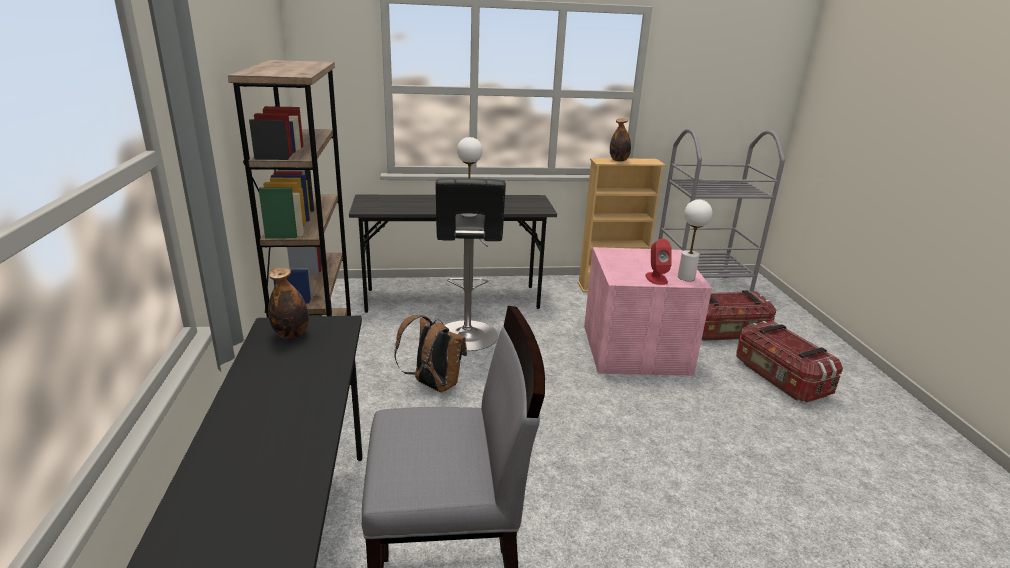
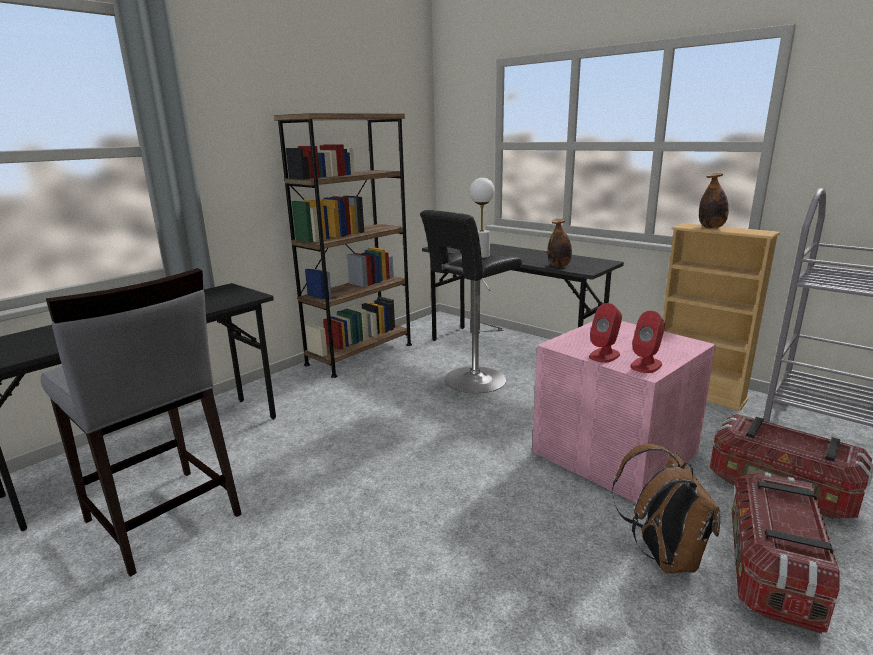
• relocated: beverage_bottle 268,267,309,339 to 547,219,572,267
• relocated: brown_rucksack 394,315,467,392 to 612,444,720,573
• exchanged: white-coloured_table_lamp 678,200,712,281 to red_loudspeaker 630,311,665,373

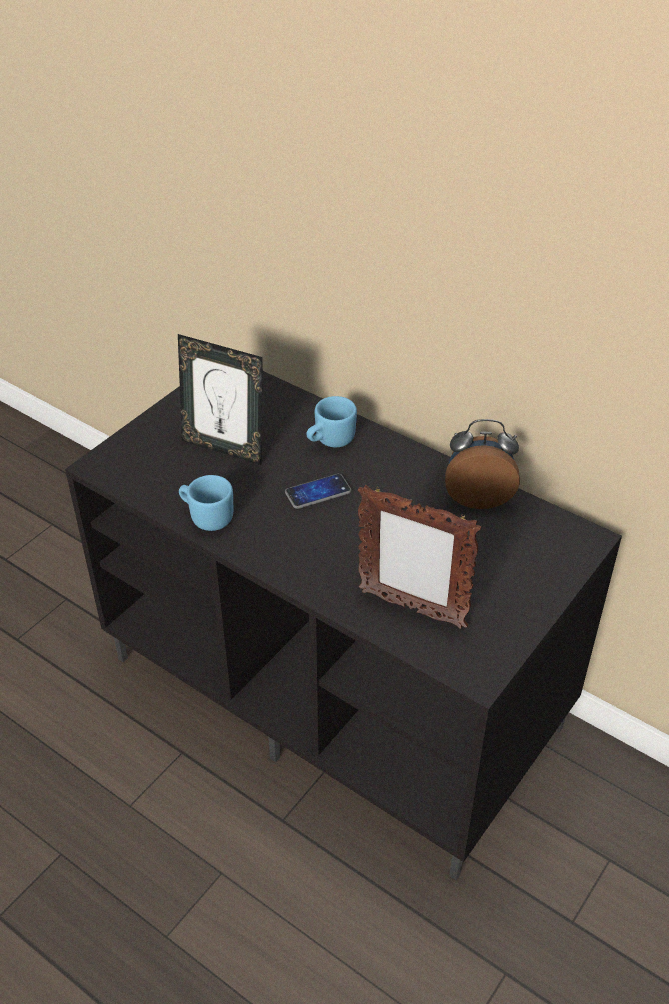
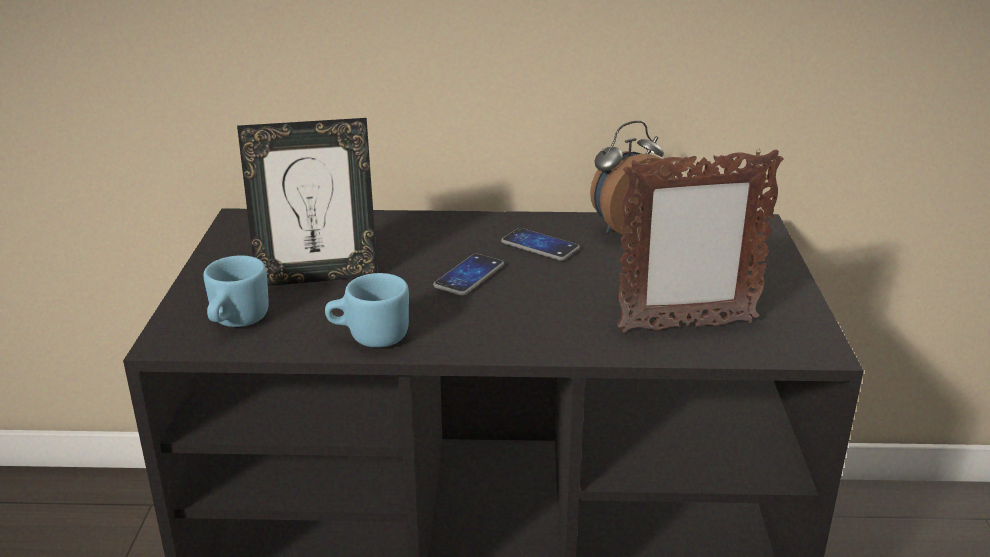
• relocated: blue_coffee_mug 306,396,357,447 to 204,255,269,327
• appeared: phone 501,228,580,261

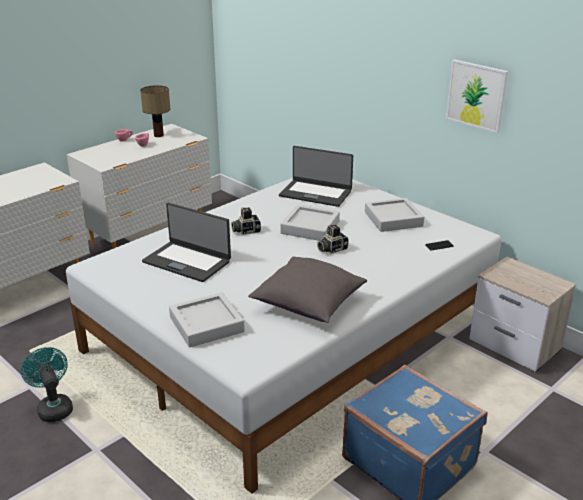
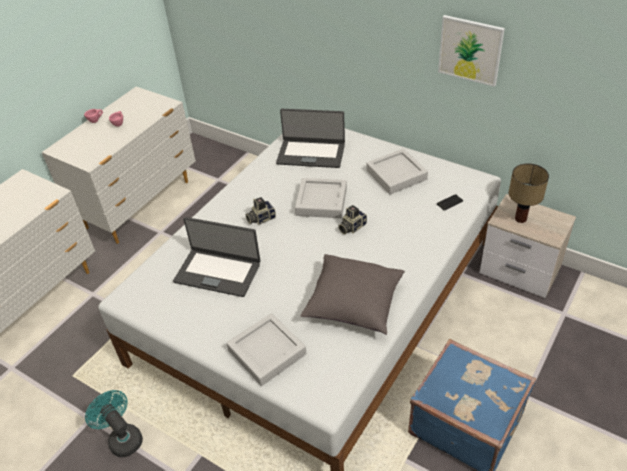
• relocated: table_lamp 140,85,170,137 to 509,163,549,223

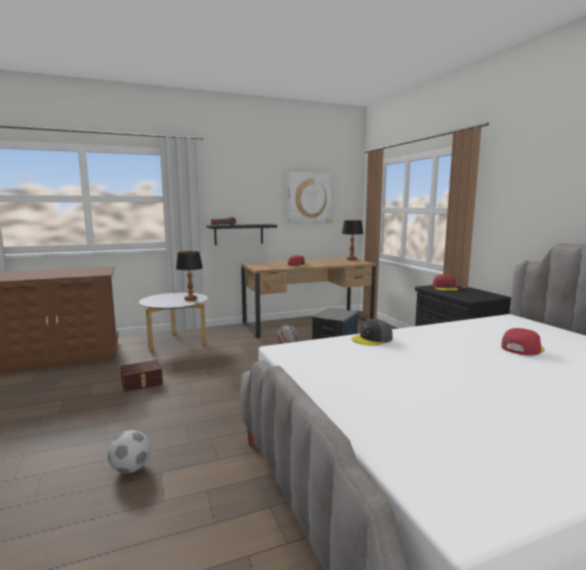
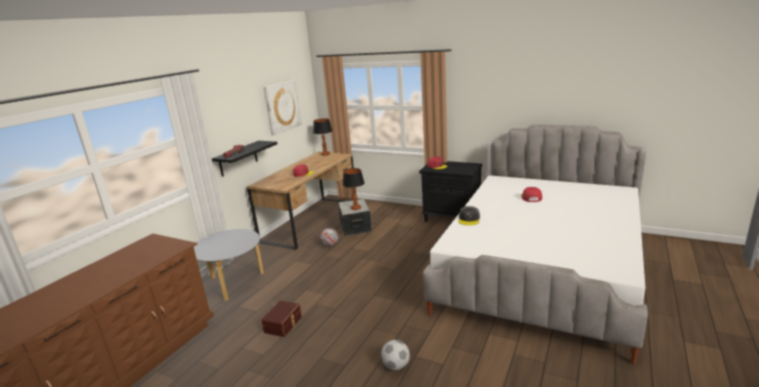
• relocated: table_lamp 176,251,203,301 to 343,168,364,210

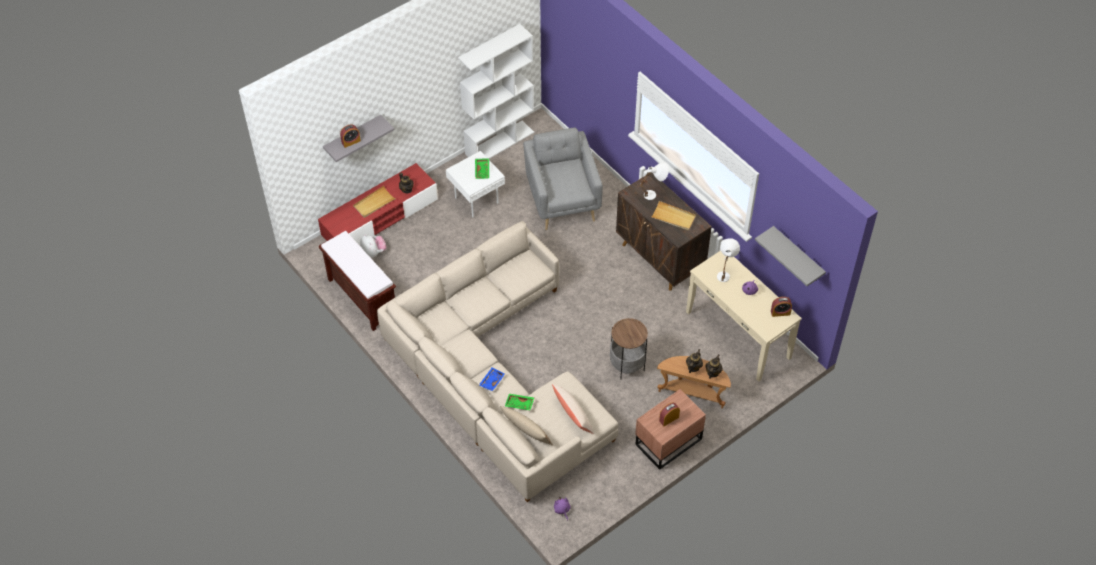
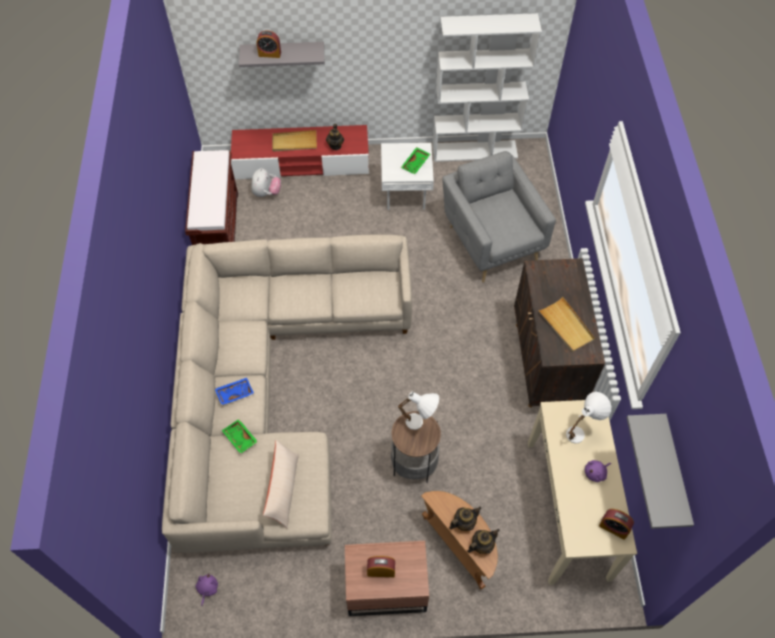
• relocated: white-coloured_table_lamp 640,162,669,200 to 398,391,439,430
• spun: grey_lounge_chair 523,128,603,230 = 442,151,556,283 45 degrees counterclockwise
• missing: sand-coloured_cushion 500,406,553,445

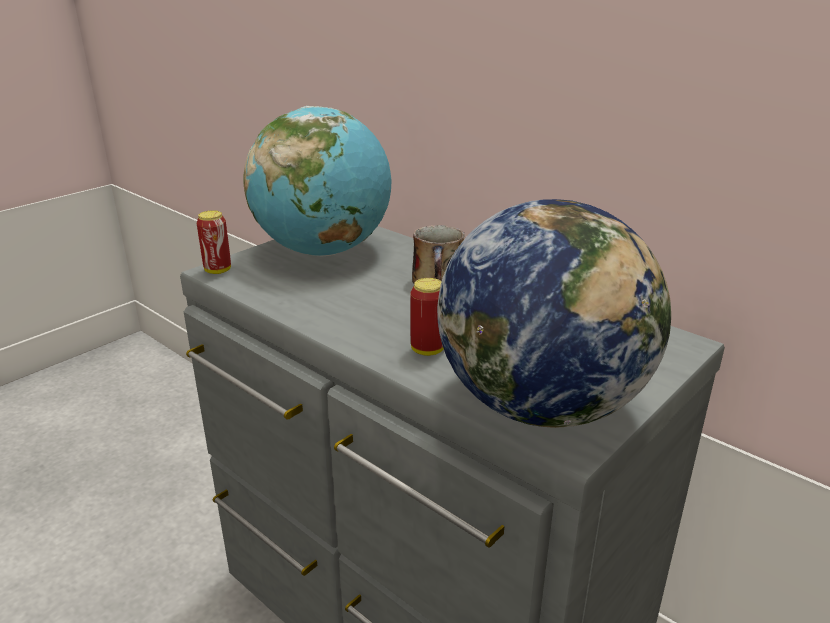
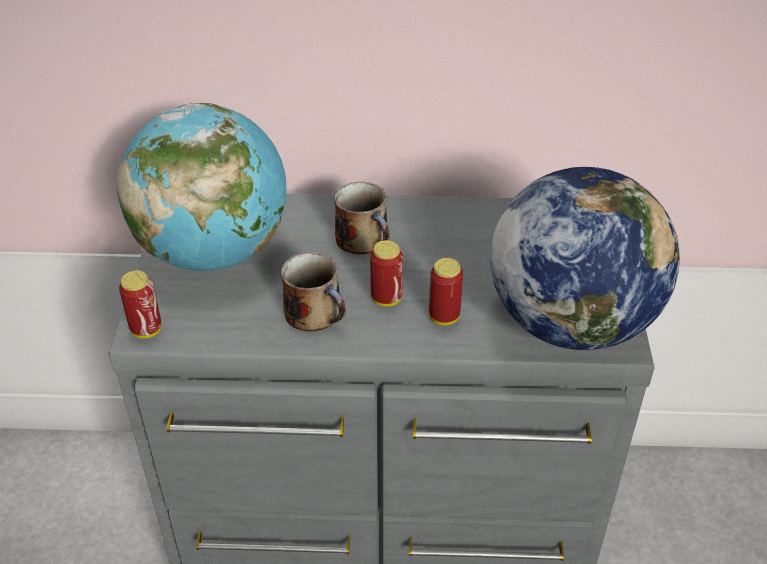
• appeared: coffee_mug 281,252,346,331
• appeared: metal_can 370,240,403,307

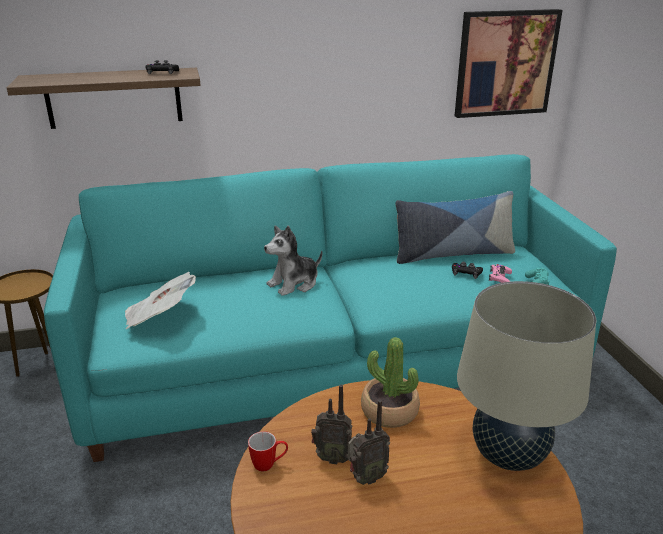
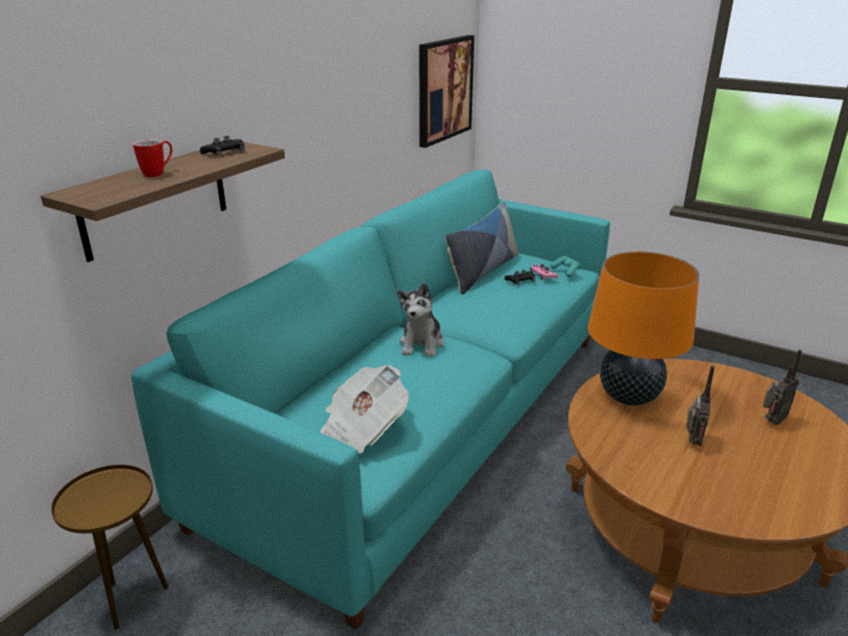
• relocated: coffee_mug 248,431,288,472 to 133,139,172,177
• exchanged: potted_plant 361,337,420,428 to orangey_table_lamp 588,251,699,405
• relocated: radio 311,385,352,464 to 763,349,802,425
• missing: sand-coloured_table_lamp 457,281,596,471

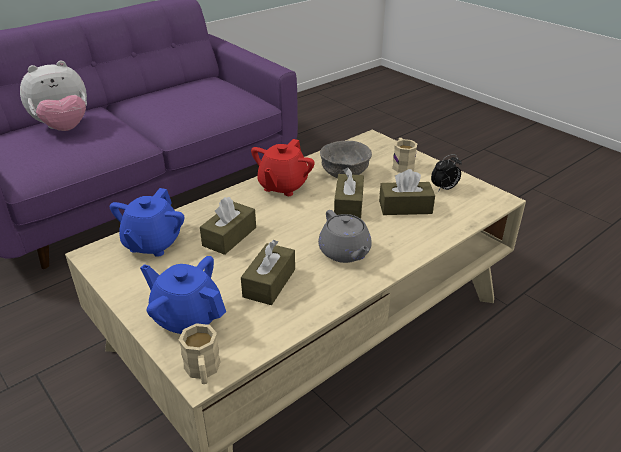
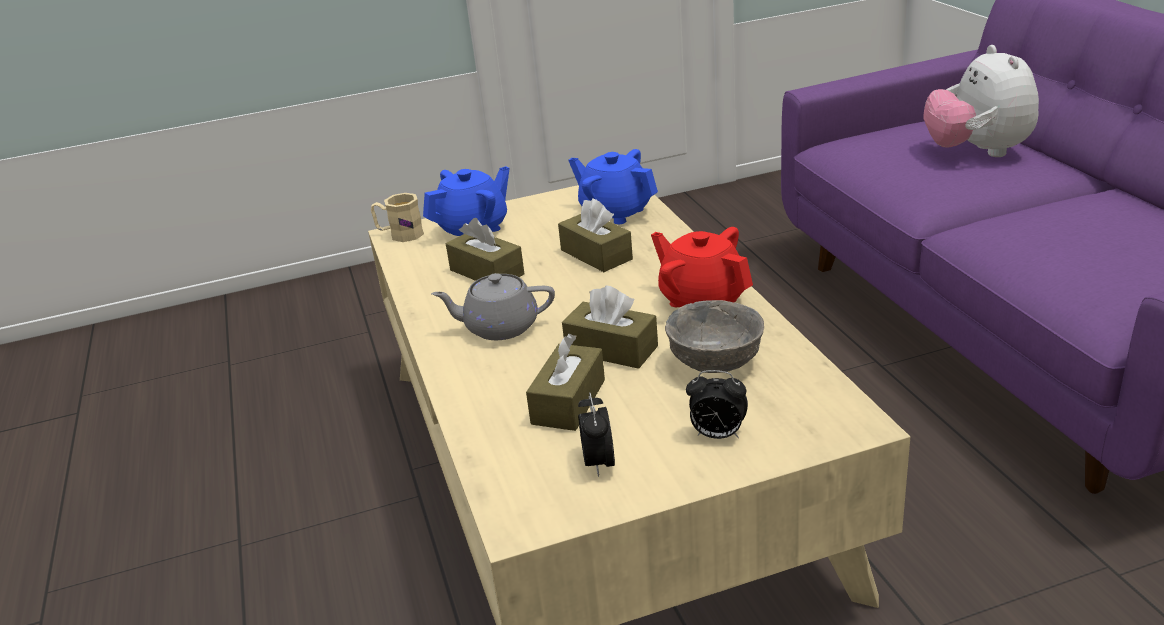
• exchanged: sand-coloured_coffee_mug 392,138,417,173 to alarm_clock 686,370,748,439

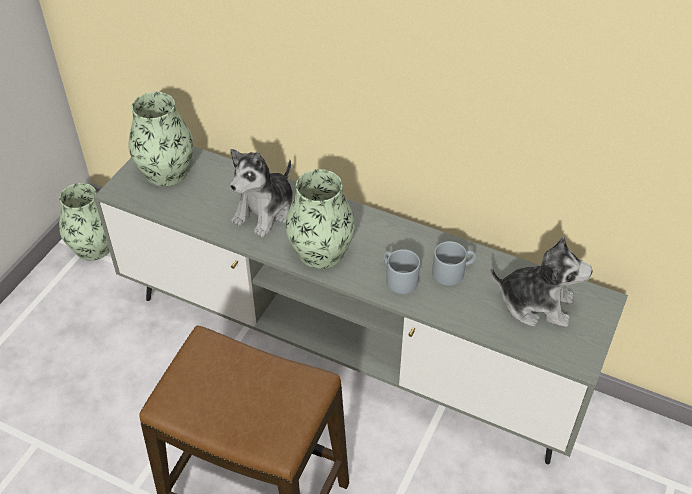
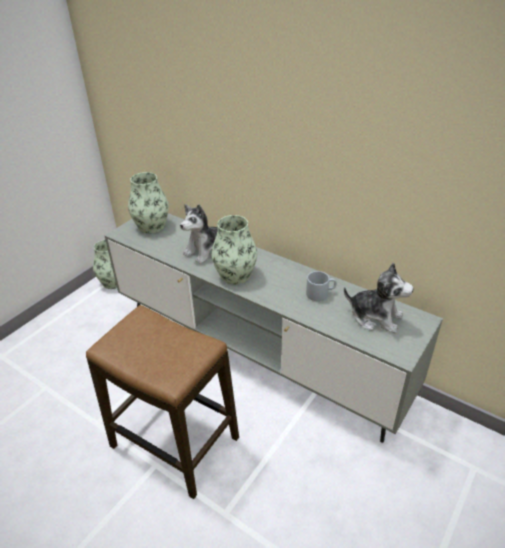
• missing: grey_coffee_mug 383,249,420,294

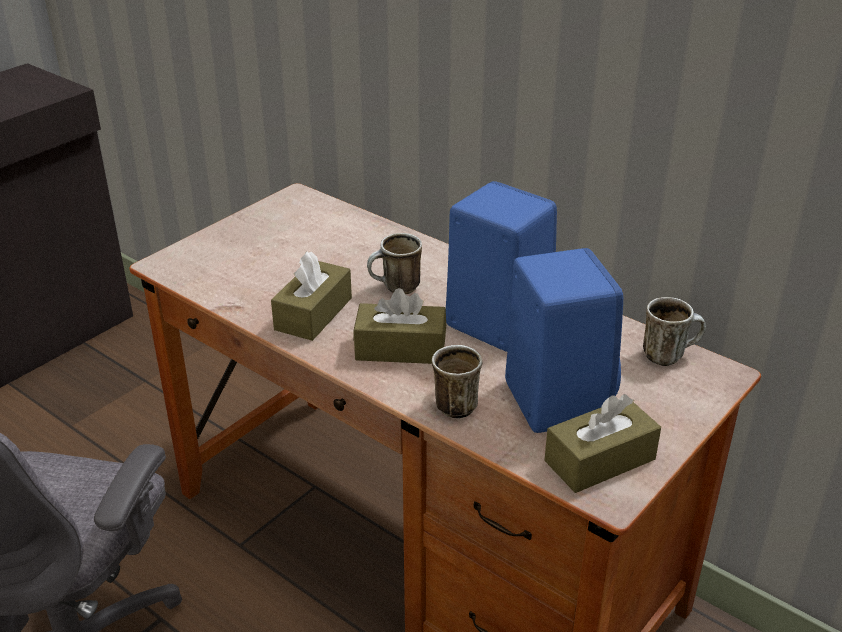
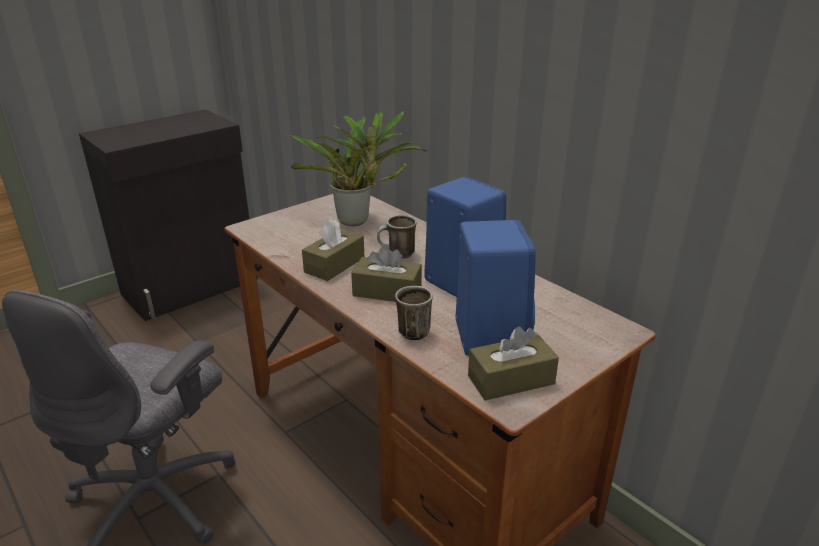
• appeared: potted_plant 287,111,427,226
• missing: coffee_mug 643,297,706,366

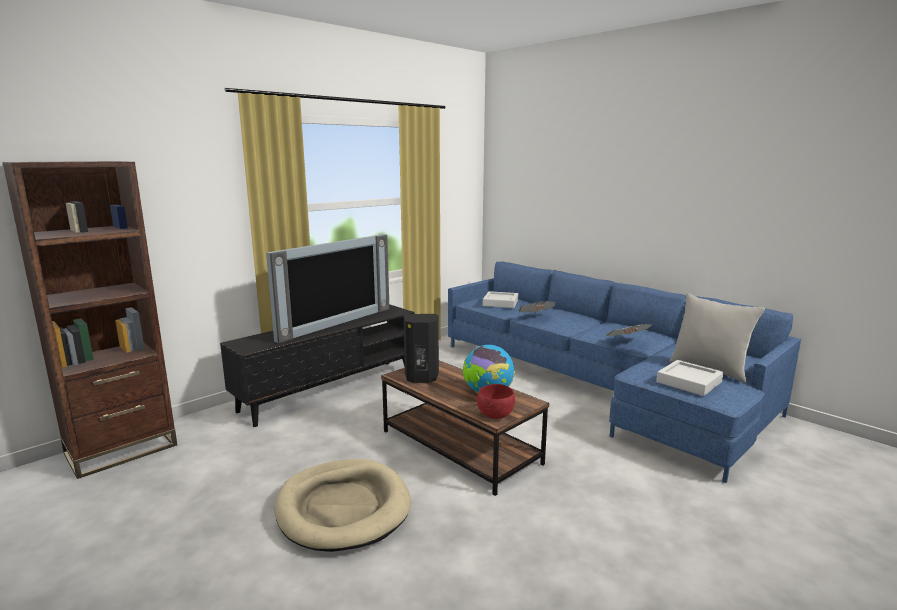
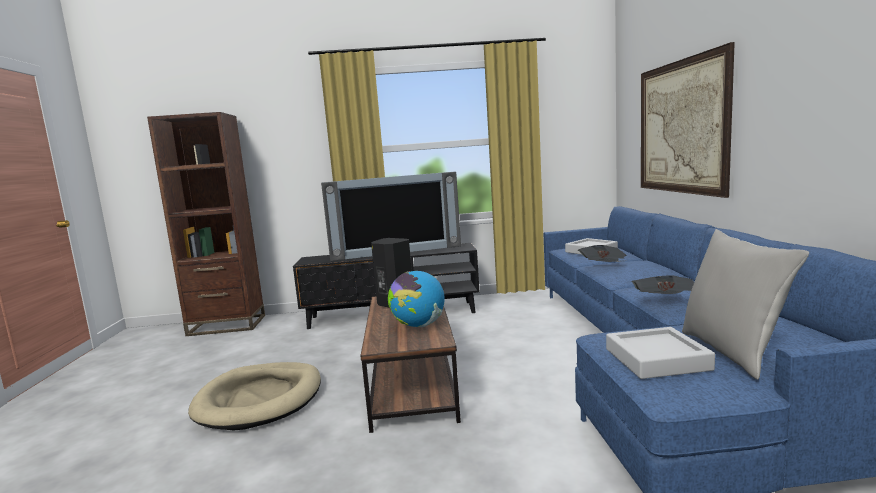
• appeared: wall_art 641,42,735,198
• missing: red_serving_bowl 477,384,515,419

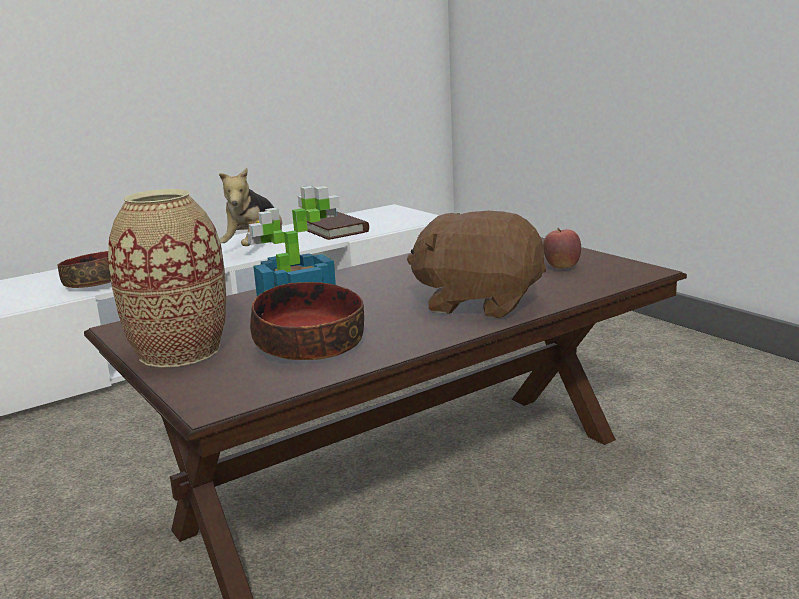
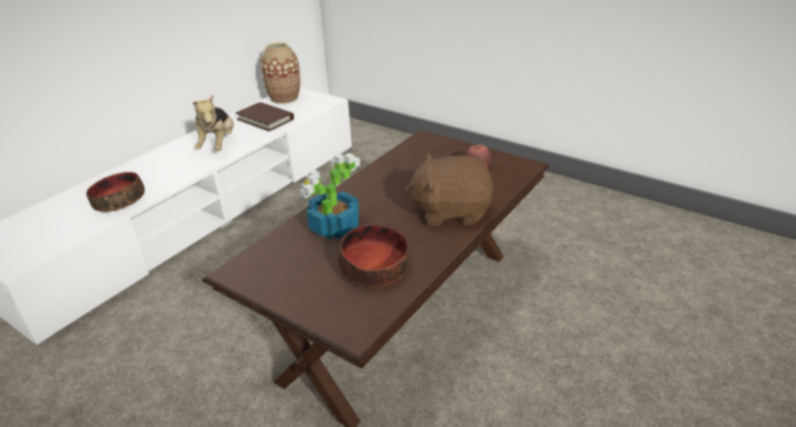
• relocated: vase 108,189,226,368 to 261,42,300,104

